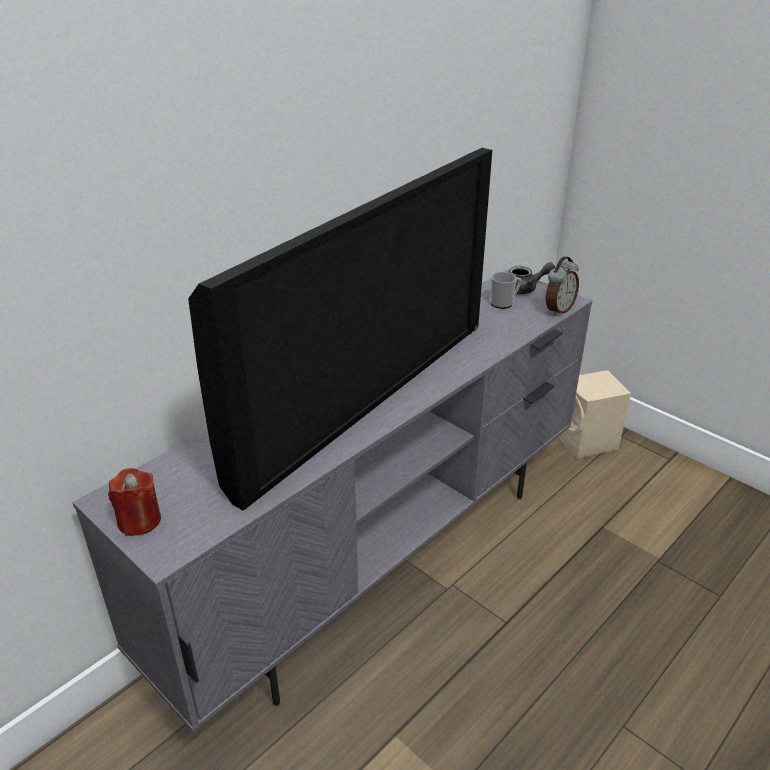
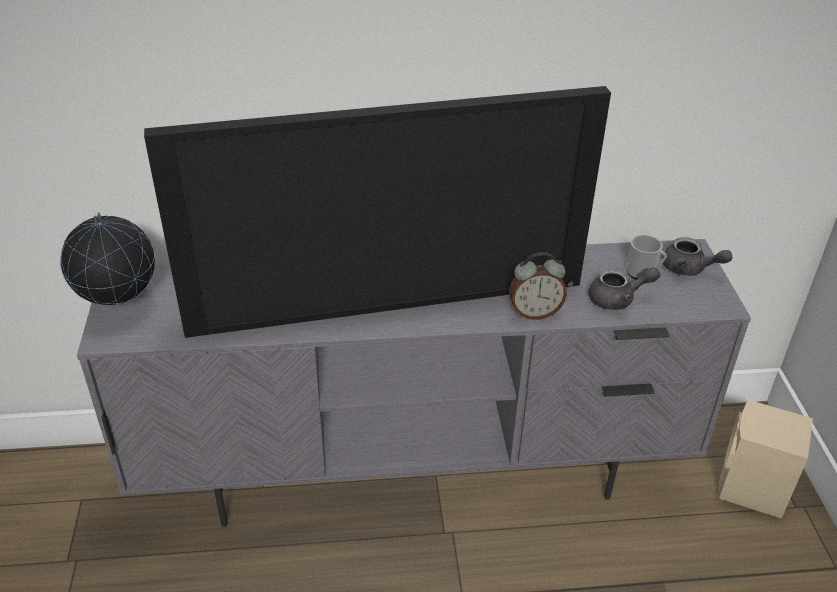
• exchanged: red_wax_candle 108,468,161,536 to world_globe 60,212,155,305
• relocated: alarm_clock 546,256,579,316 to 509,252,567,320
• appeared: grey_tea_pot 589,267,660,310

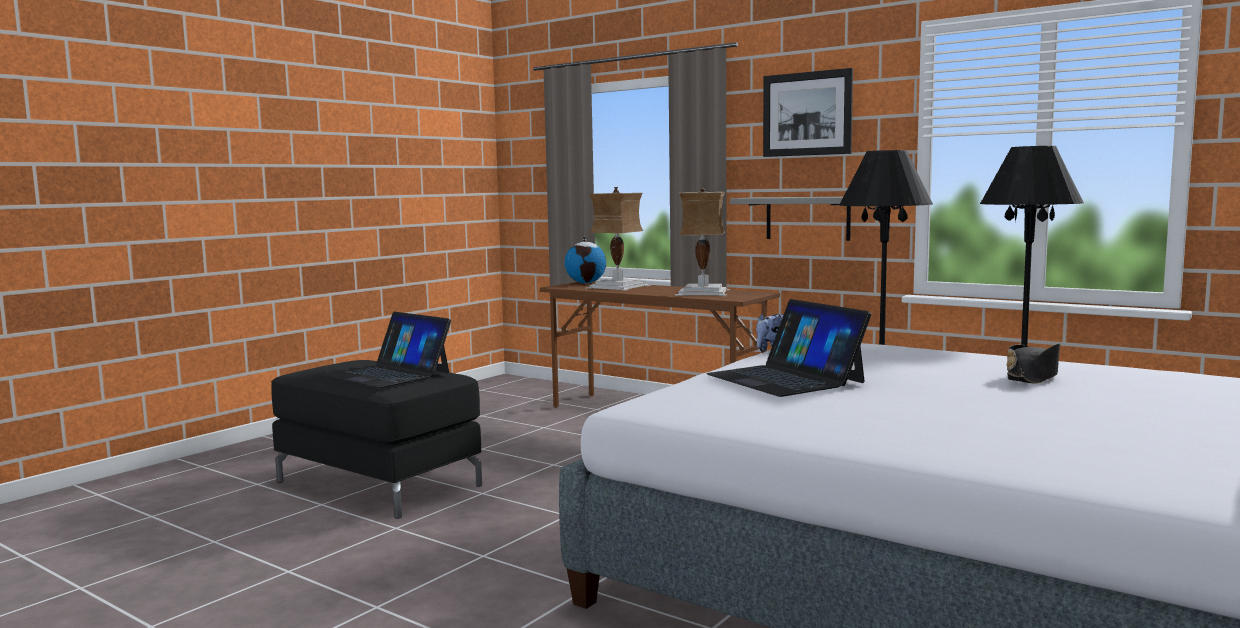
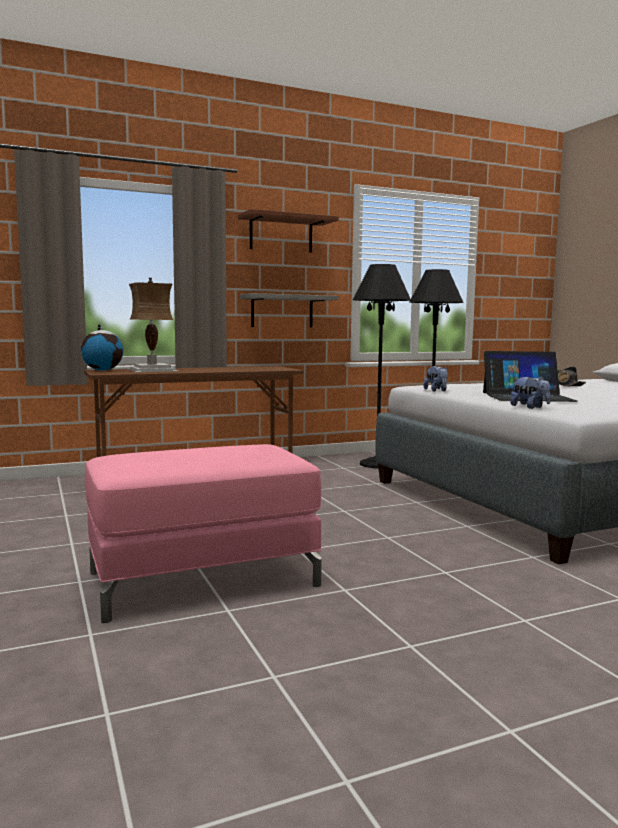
• colour: black_footrest 271,360,482,519 to pink-coloured_footrest 85,444,322,623
• exchanged: wall_art 763,68,853,157 to brown_wall_shelf 238,209,339,253
• appeared: cuddly_toy 510,376,551,409
• missing: laptop 325,312,451,388
• missing: table_lamp 674,185,730,296

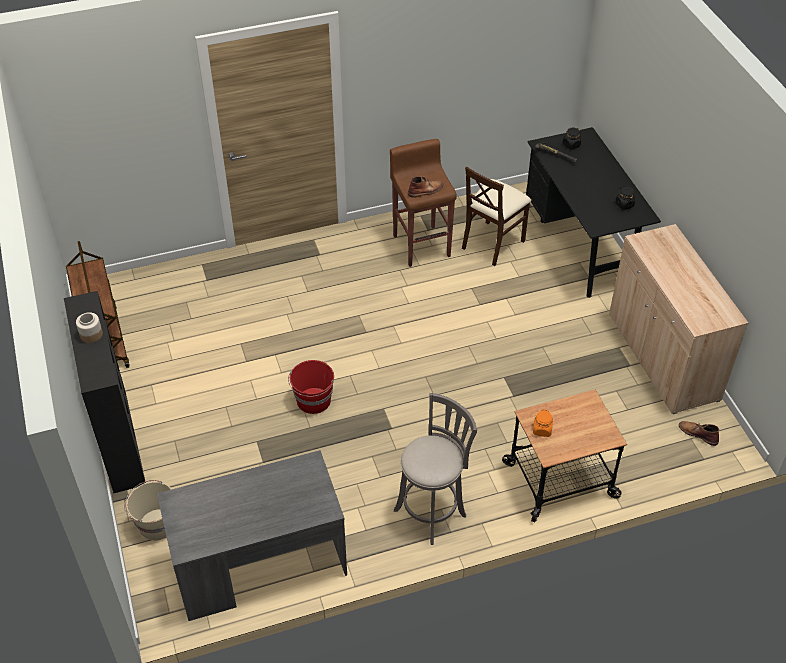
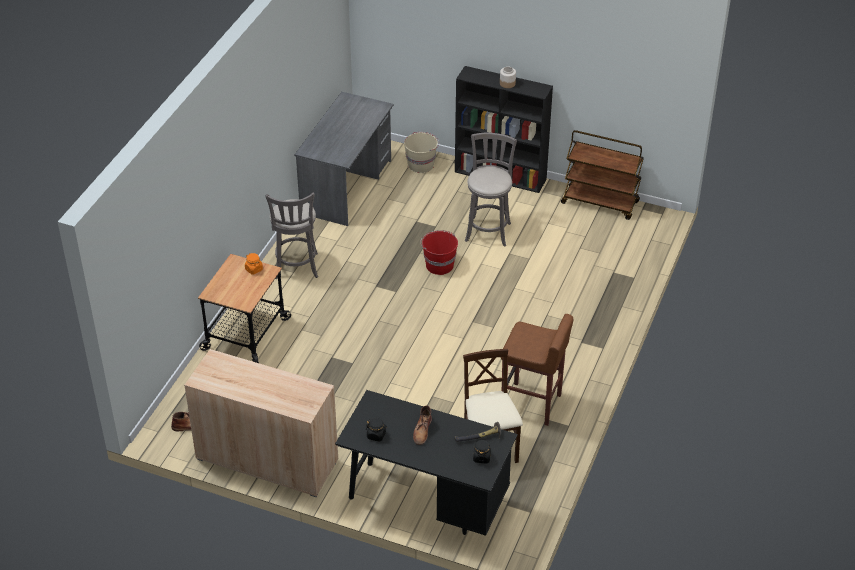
• relocated: brown_boot 408,176,443,198 to 413,405,432,445
• appeared: grey_sitting_stool 465,133,517,247

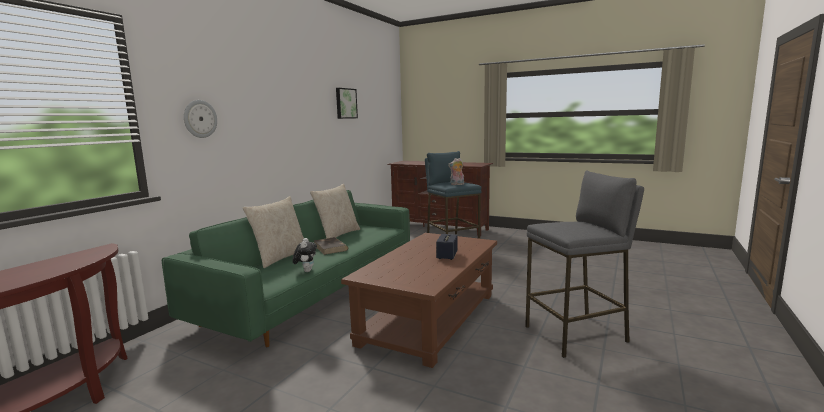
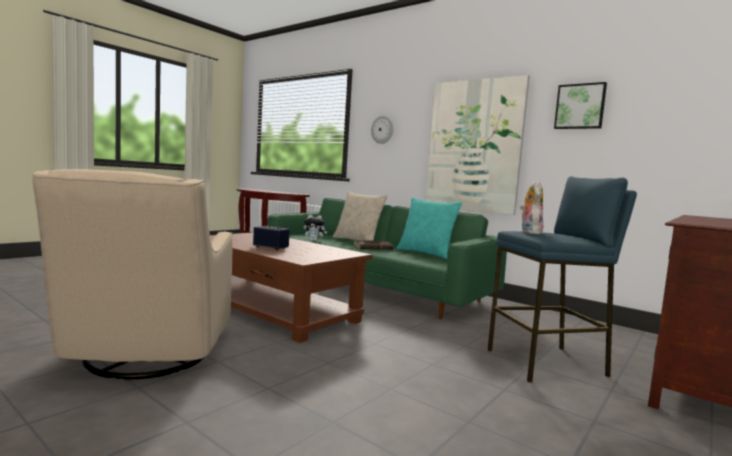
• exchanged: grey_sitting_stool 525,170,644,358 to sand-coloured_lounge_chair 32,169,233,380
• colour: sand-coloured_cushion 310,184,360,239 to turquoise_cushion 396,198,462,259
• appeared: wall_art 425,75,529,215

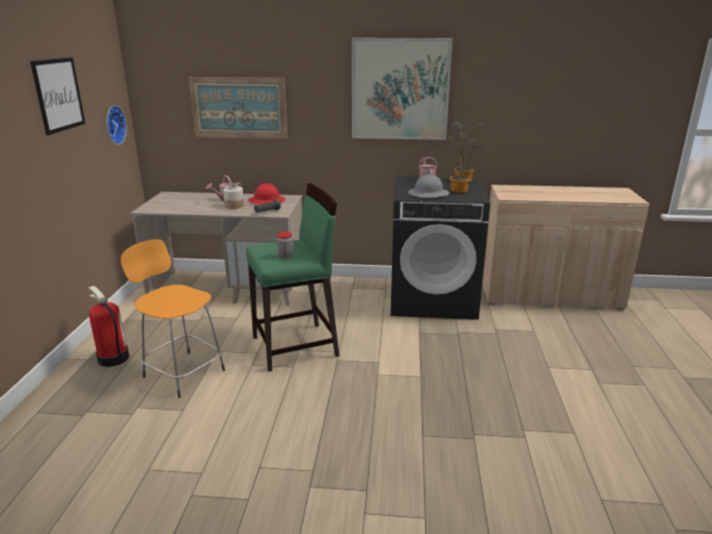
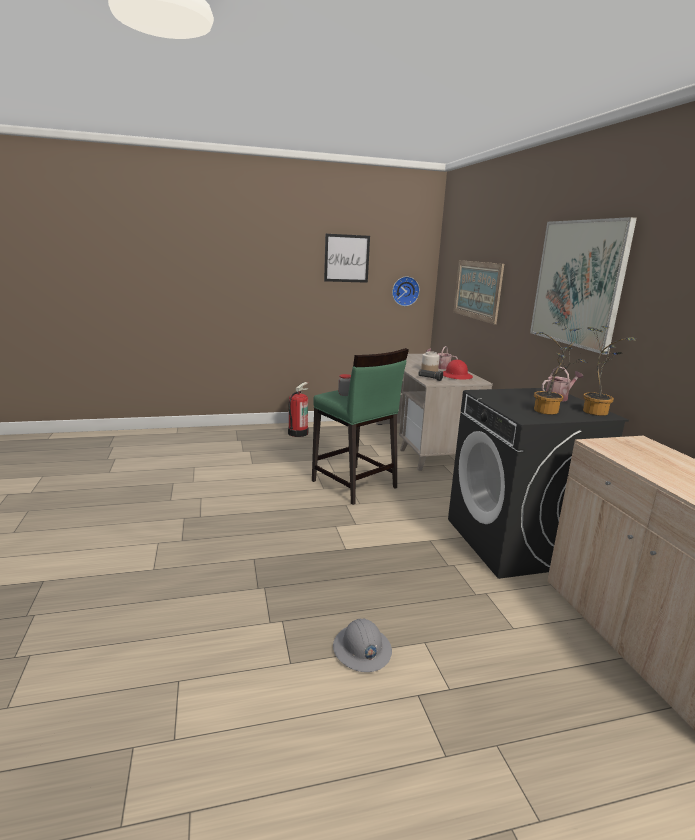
• relocated: grey_hard_hat 408,174,449,198 to 333,618,392,672
• missing: orangey_sitting_stool 120,239,225,398

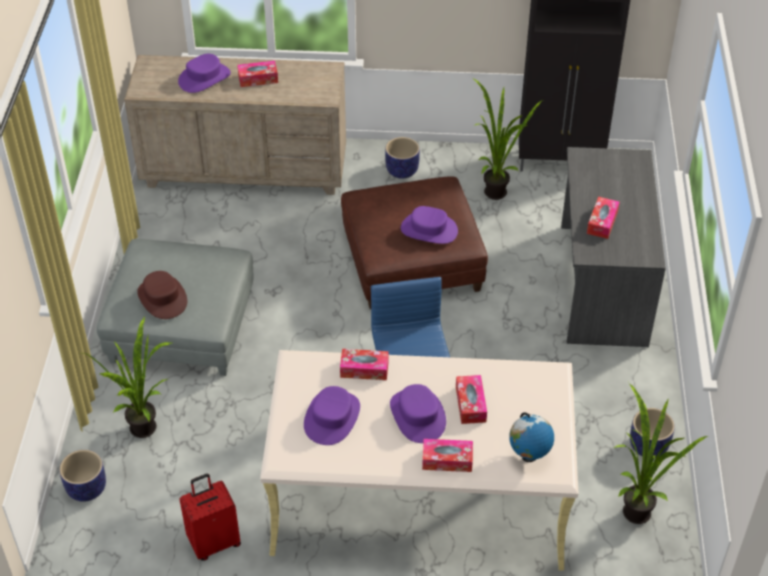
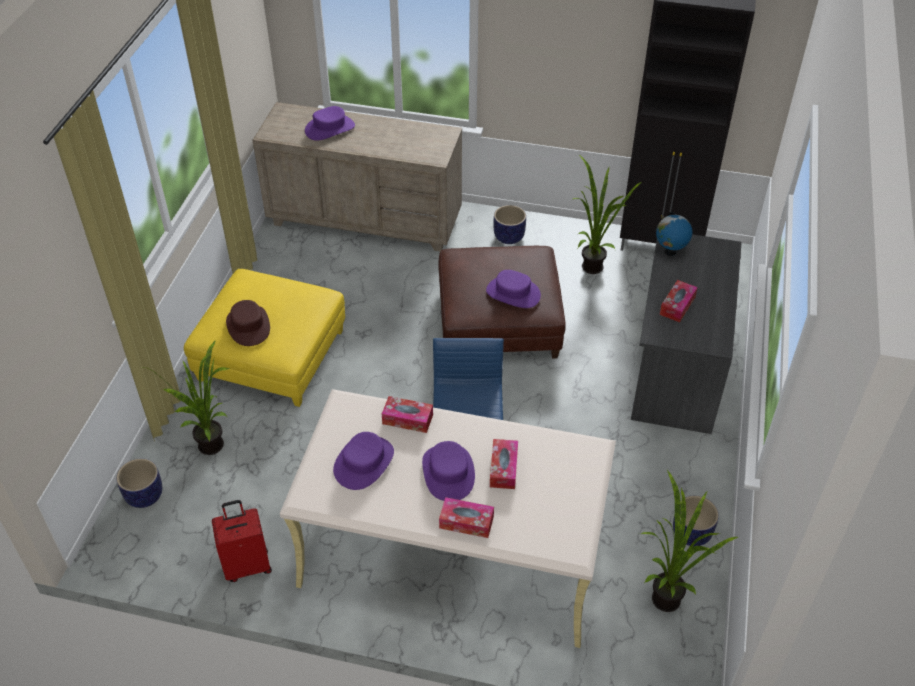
• colour: grey_footrest 97,239,253,376 to yellow-coloured_footrest 184,269,345,407
• relocated: world_globe 509,412,554,462 to 656,212,692,256
• missing: tissue_holder 237,61,278,87

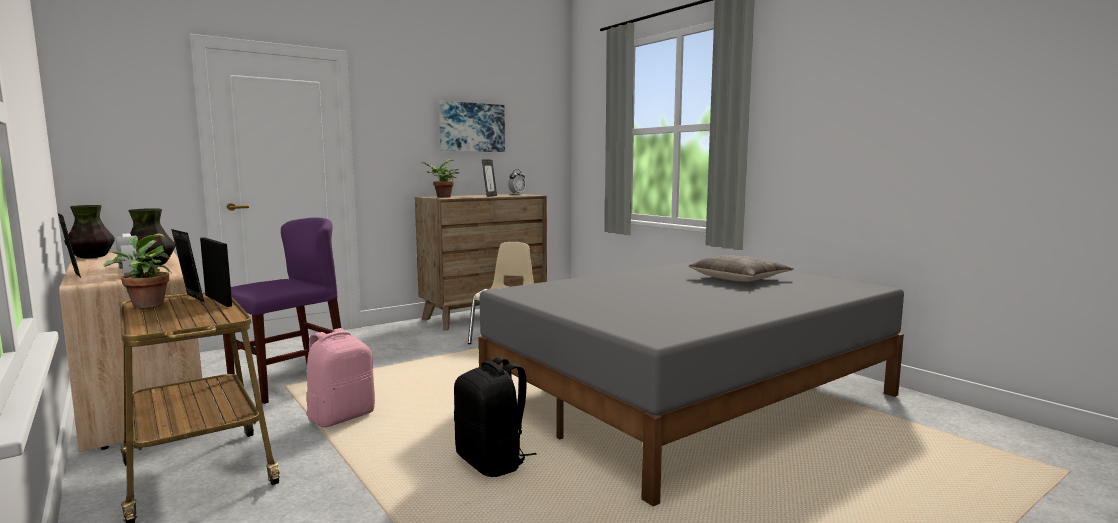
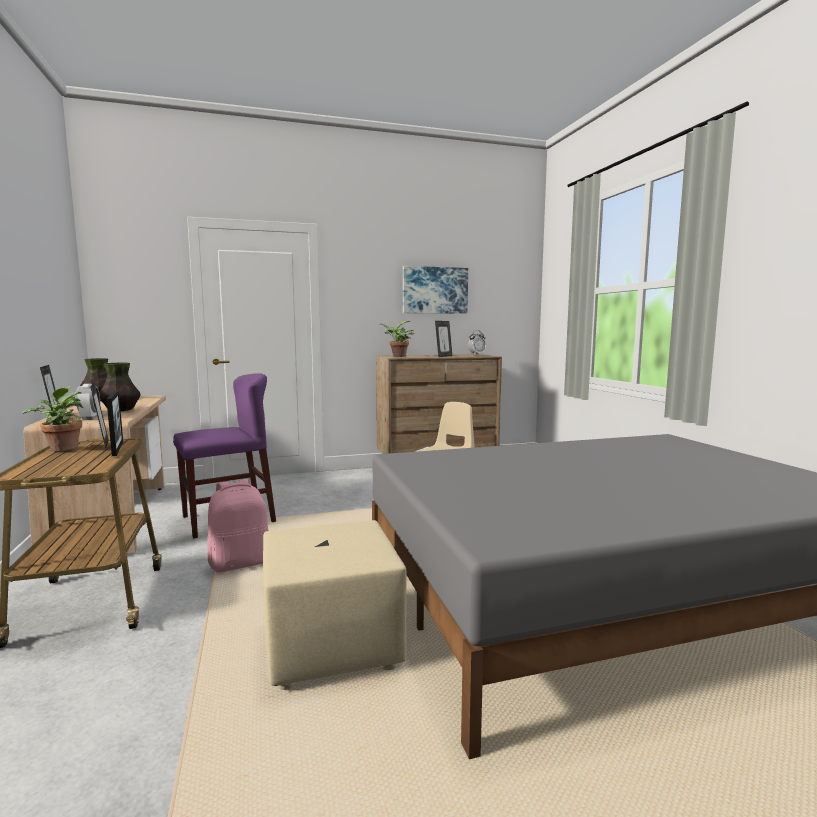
• exchanged: black_rucksack 454,357,537,477 to sand-coloured_footrest 263,520,407,690
• missing: cushion 688,255,794,282

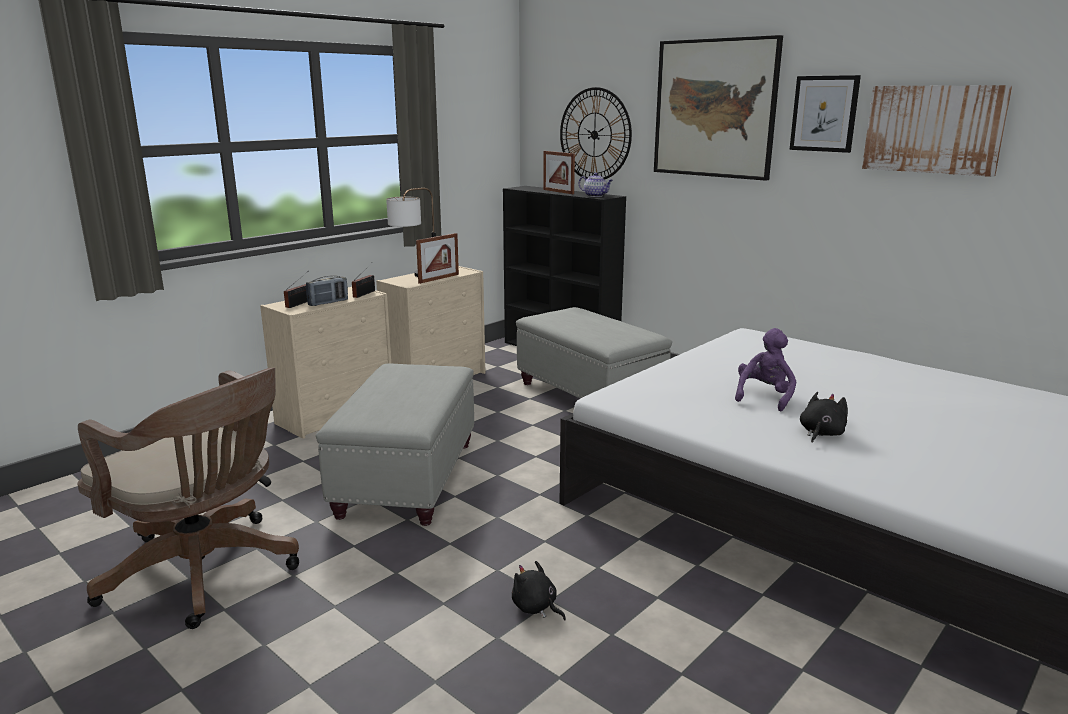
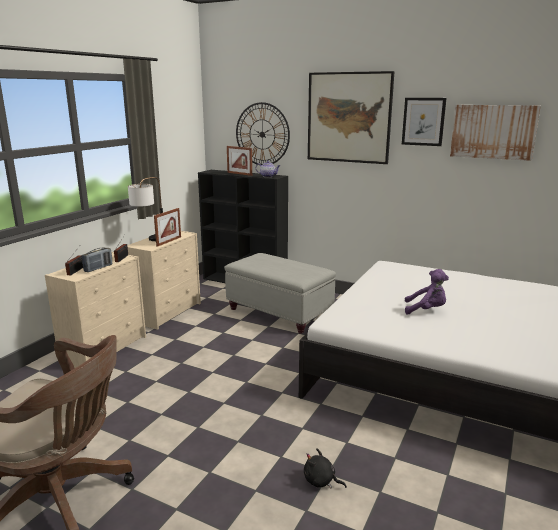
• spun: purple_cuddly_toy 735,328,796,411 = 405,269,449,314 90 degrees clockwise
• missing: grey_footrest 316,363,474,526
• missing: black_cuddly_toy 800,392,848,443

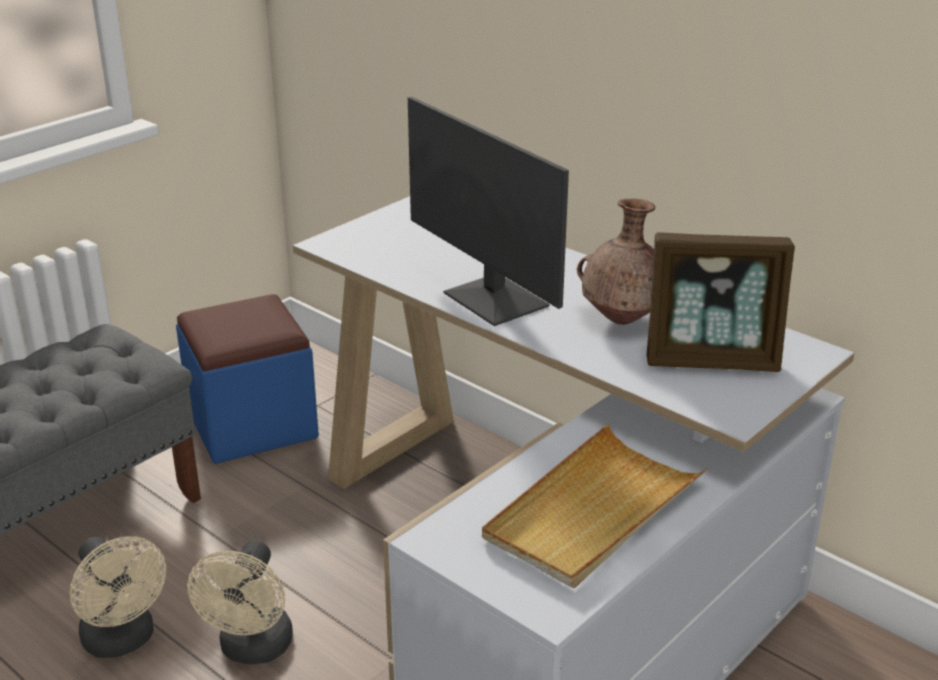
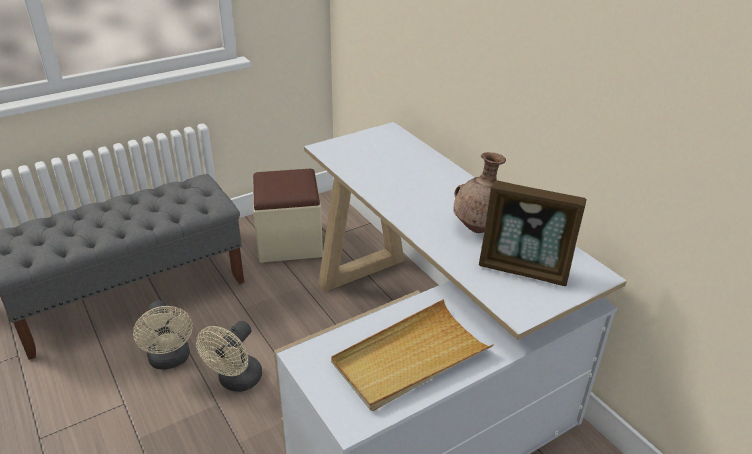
• colour: blue_footrest 176,294,319,464 to sand-coloured_footrest 253,169,323,263
• missing: computer_screen 408,97,569,326

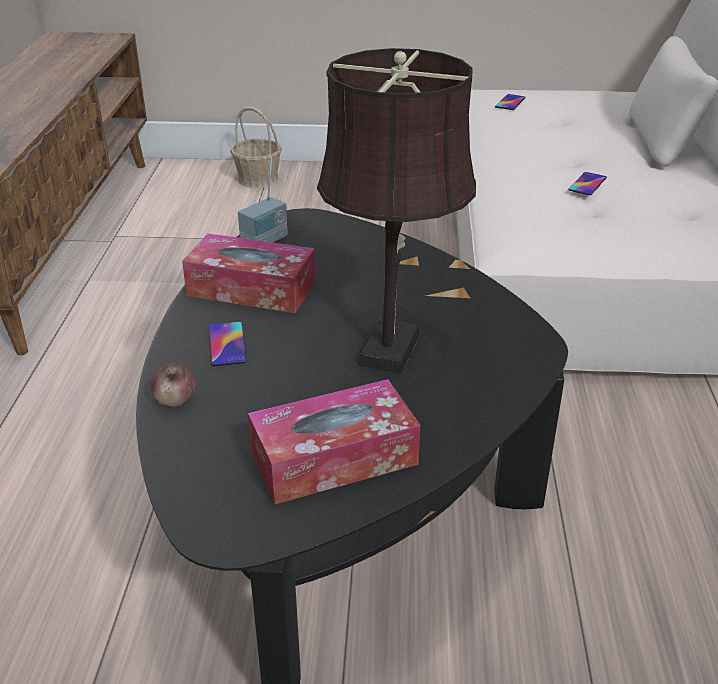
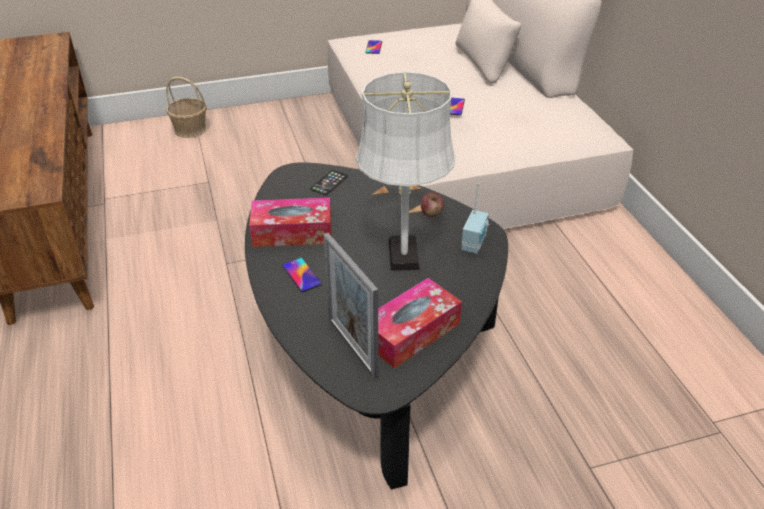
• appeared: phone 310,170,348,195
• appeared: picture_frame 323,233,379,379
• colour: brown_table_lamp 317,48,476,374 to white-coloured_table_lamp 356,72,455,271
• relocated: whole_apple 151,362,195,407 to 421,192,444,217
• relocated: radio 238,158,288,242 to 461,183,490,254

